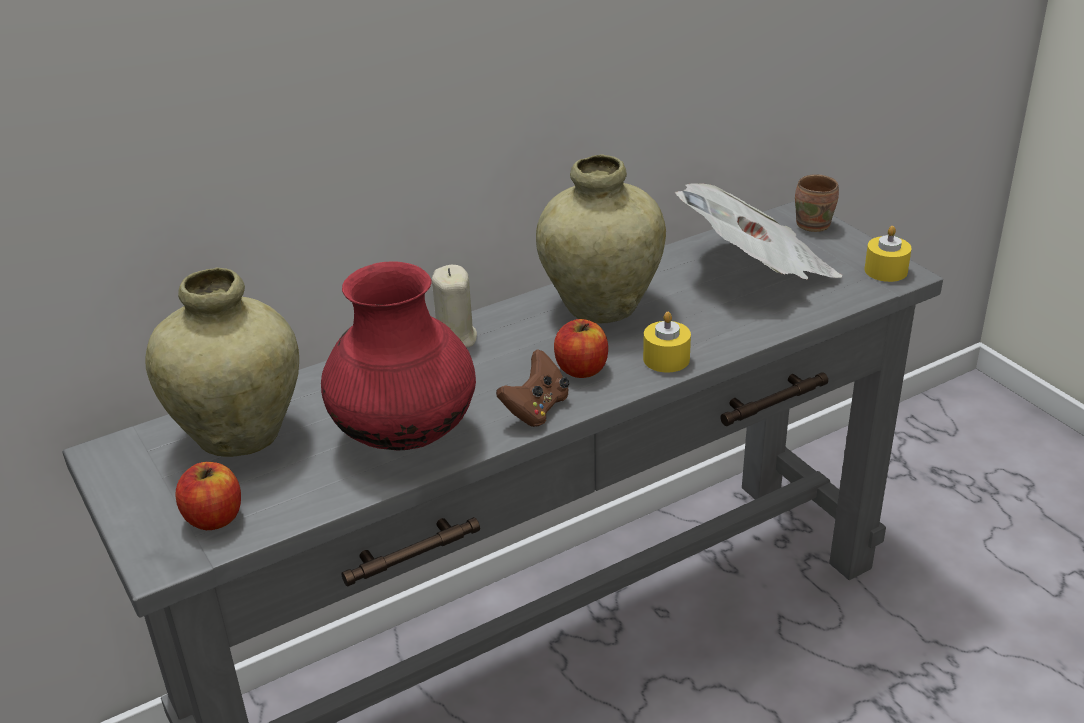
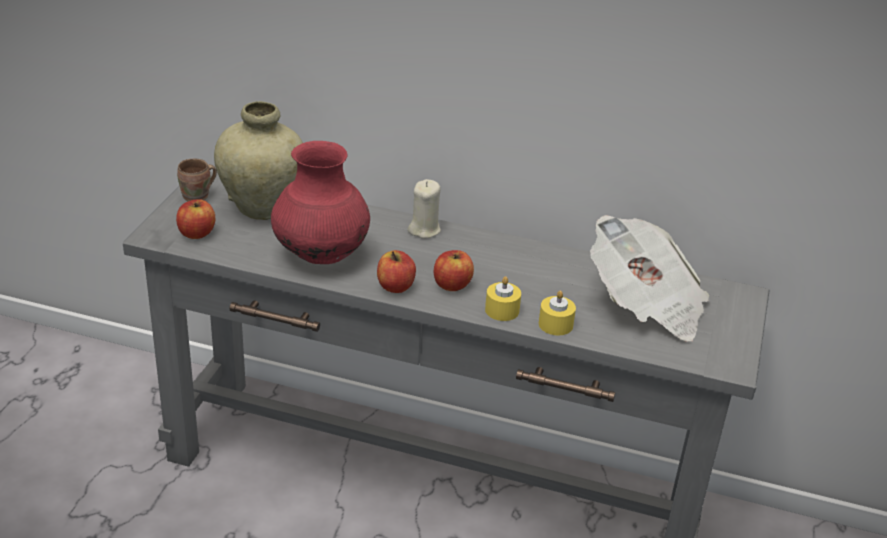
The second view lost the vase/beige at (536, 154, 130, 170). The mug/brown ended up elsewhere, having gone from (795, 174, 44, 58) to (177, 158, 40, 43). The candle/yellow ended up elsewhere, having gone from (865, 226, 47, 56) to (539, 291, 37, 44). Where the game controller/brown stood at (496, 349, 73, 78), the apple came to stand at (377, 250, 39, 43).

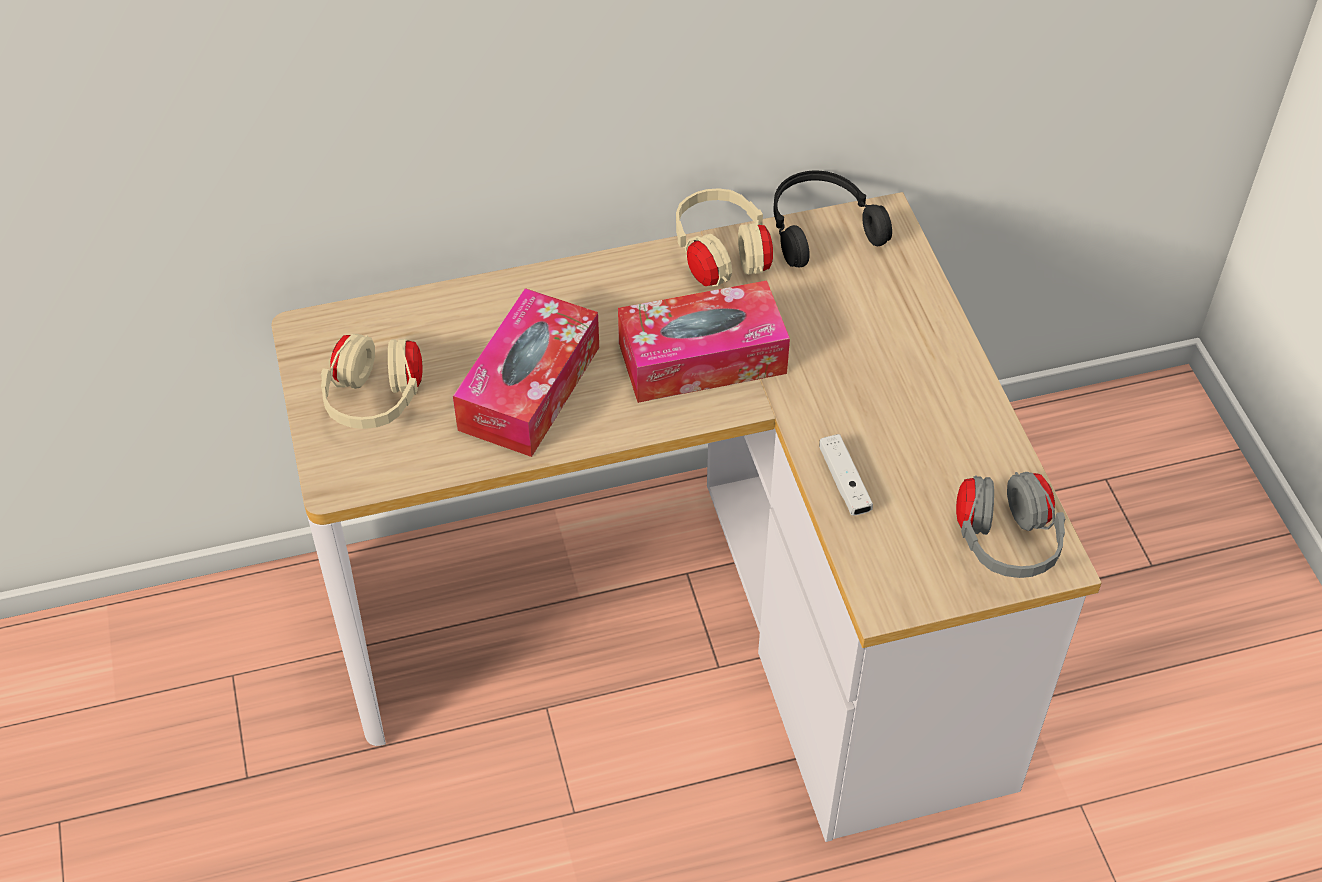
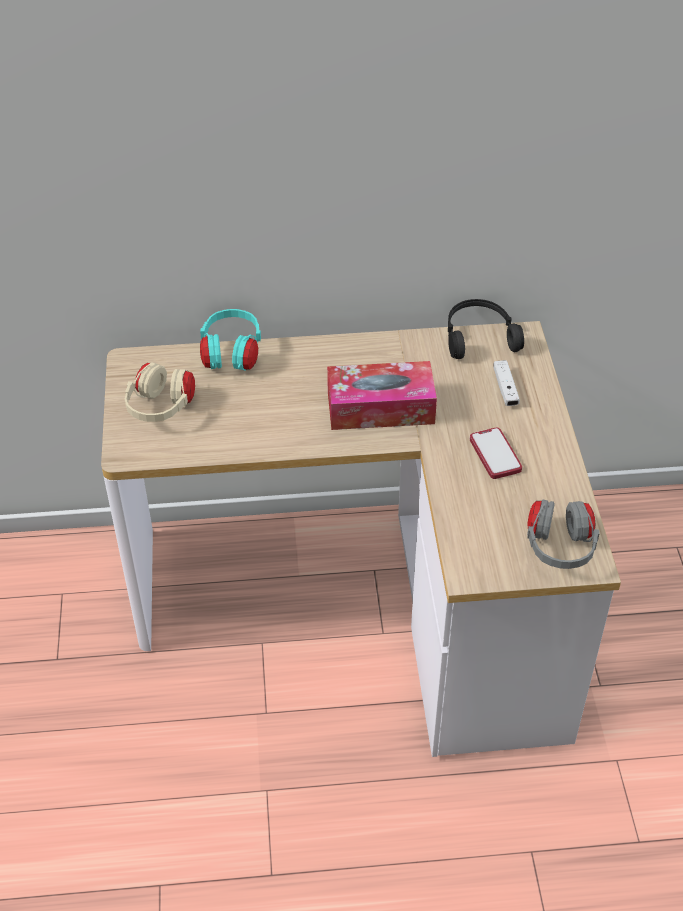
The second view lost the headphones/beige at (676, 188, 97, 98). The second view lost the tissue box at (453, 288, 146, 169). The game controller/white ended up elsewhere, having gone from (819, 434, 54, 81) to (493, 360, 27, 46). The second view gained the headphones/turquoise at (200, 309, 61, 62). The second view gained the phone at (470, 427, 52, 52).

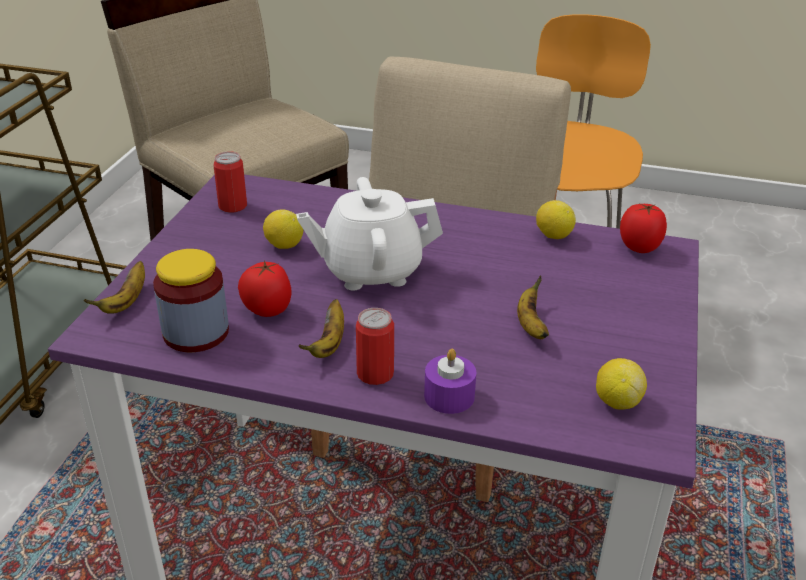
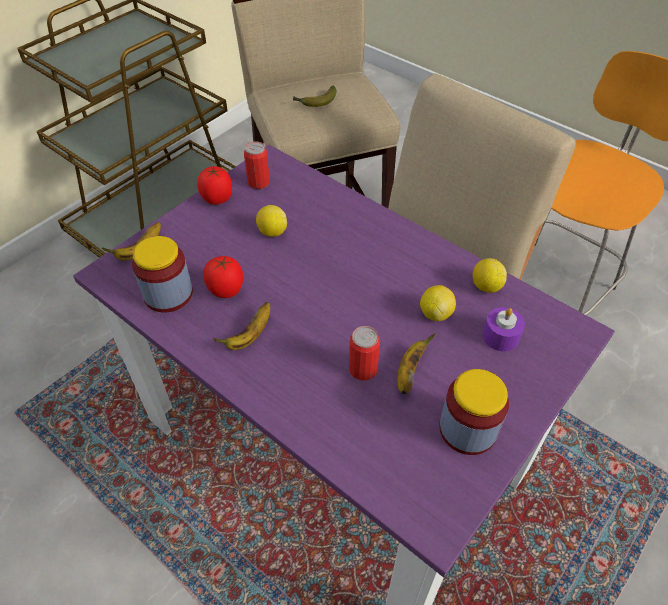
The second view lost the teapot/white at (296, 177, 147, 113). The tomato ended up elsewhere, having gone from (620, 204, 47, 49) to (197, 166, 35, 39). The can ended up elsewhere, having gone from (356, 308, 38, 77) to (349, 326, 31, 55). The candle/purple ended up elsewhere, having gone from (424, 349, 52, 65) to (482, 307, 43, 44). The lemon ended up elsewhere, having gone from (596, 358, 51, 52) to (420, 285, 36, 36). The second view gained the banana at (293, 85, 43, 22). The second view gained the jar at (439, 369, 70, 86).

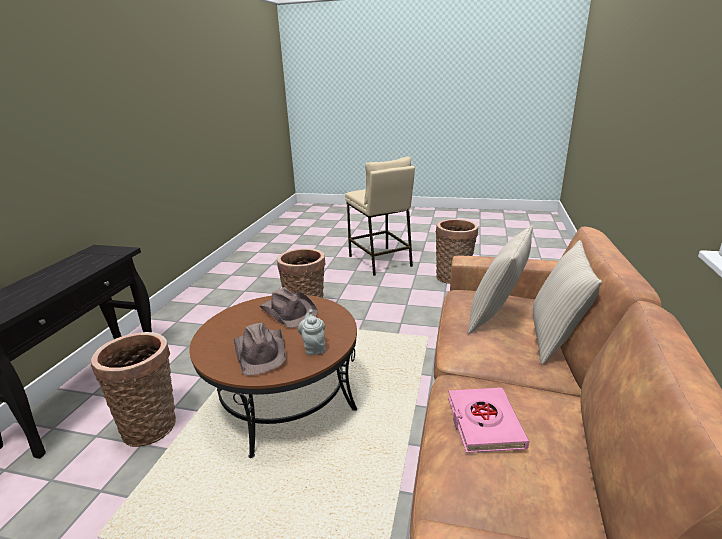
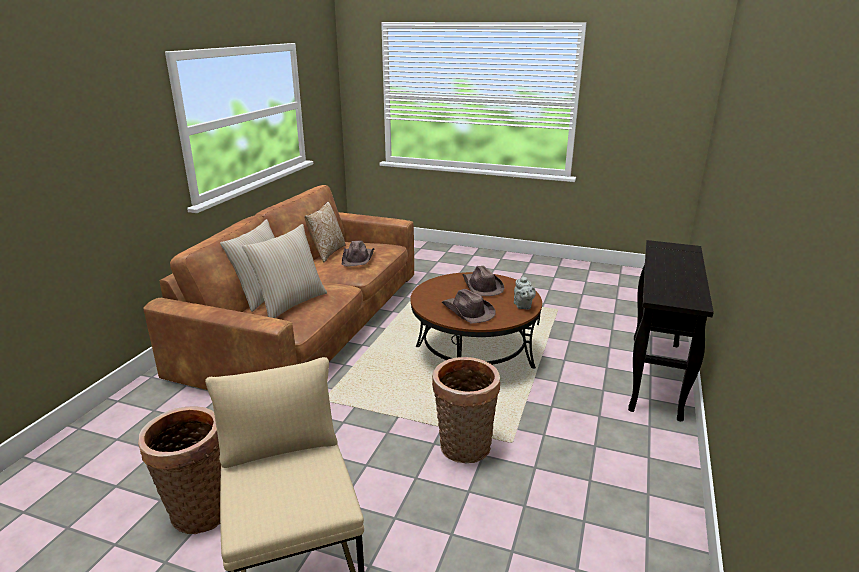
The teapot/grey ended up elsewhere, having gone from (298, 309, 28, 46) to (514, 275, 22, 34). The second view lost the basket at (91, 332, 85, 115). Where the book/pink stood at (448, 388, 81, 65), the hat/brown came to stand at (342, 241, 33, 25). The second view gained the pillow at (304, 202, 42, 60).

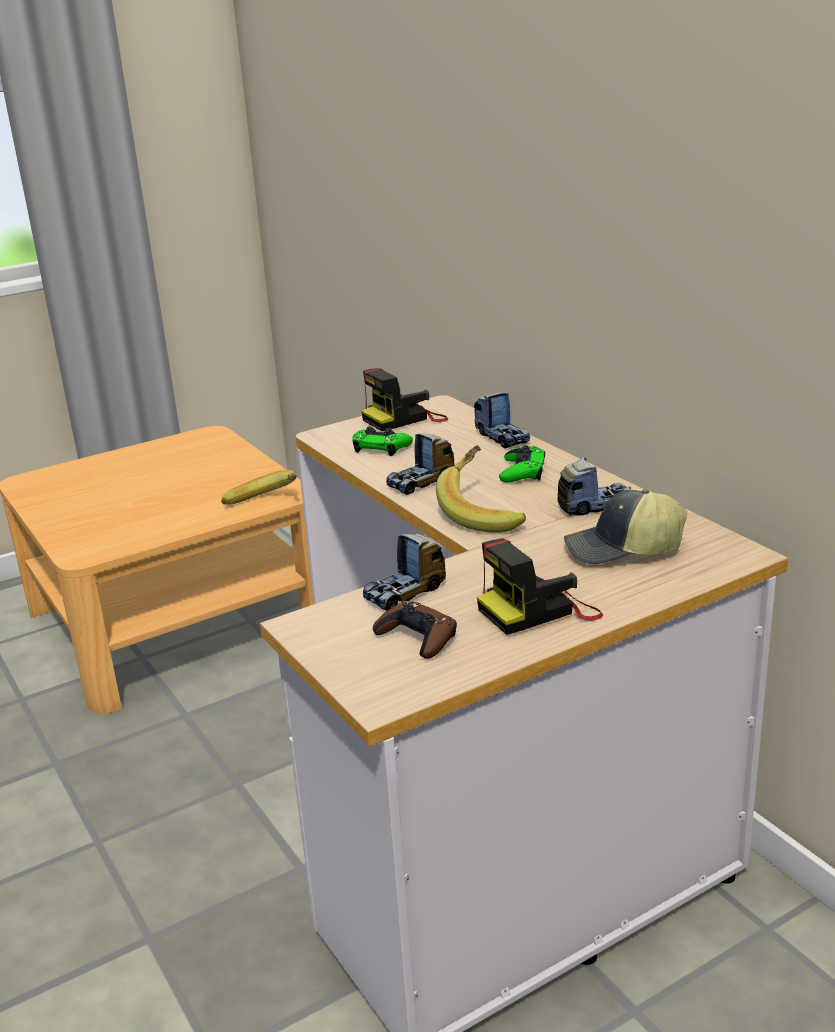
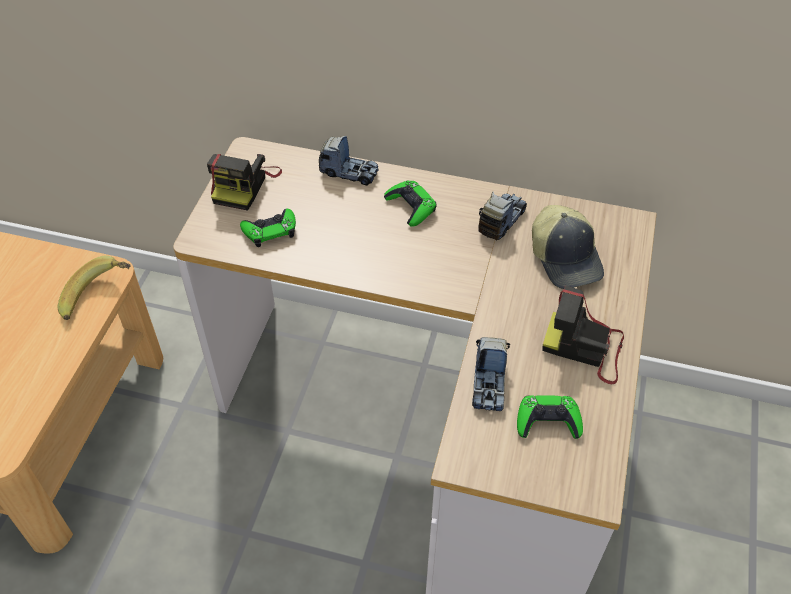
The second view lost the toy truck at (386, 434, 69, 61). The second view lost the banana at (436, 445, 90, 88). The cap at (564, 489, 123, 75) ended up facing another way, 60 degrees counterclockwise from before. The photo camera at (477, 538, 126, 97) ended up facing another way, 90 degrees clockwise from before. What was the game controller/brown at (373, 601, 84, 58) turned into the game controller/green at (517, 395, 66, 44).

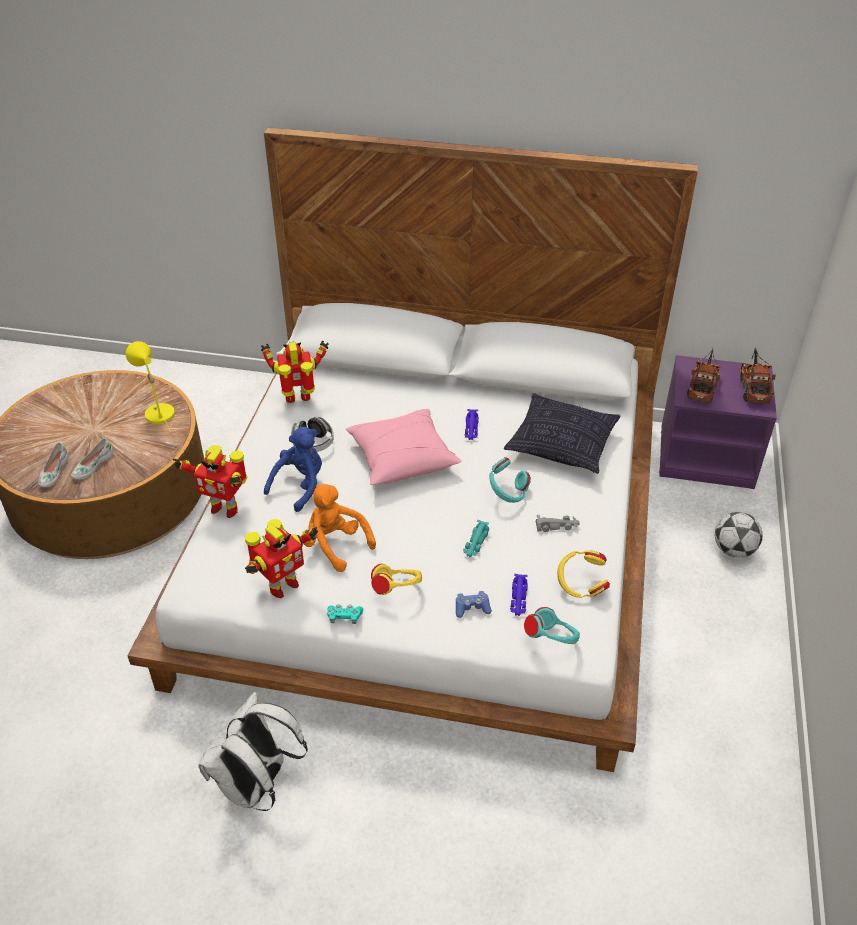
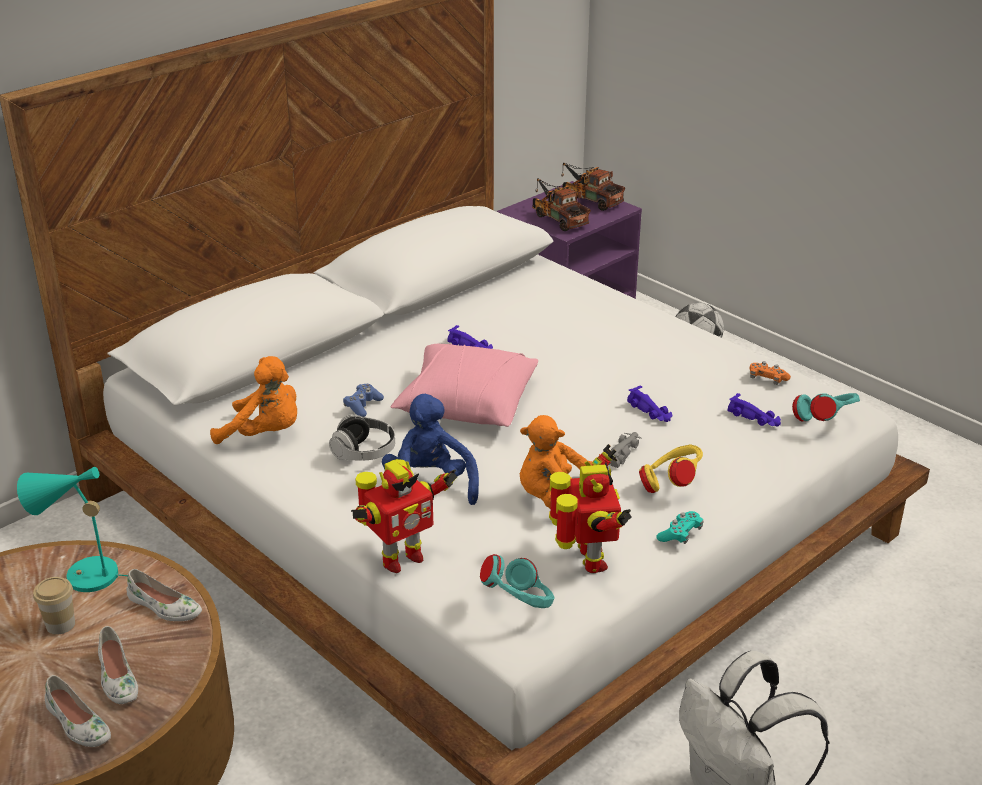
Where the toy robot stood at (261, 340, 68, 63), the plush toy/orange came to stand at (210, 356, 87, 88). What was the table lamp/yellow at (126, 341, 49, 91) turned into the table lamp/turquoise at (17, 467, 111, 125). The second view lost the pillow at (504, 393, 117, 81). The headphones/turquoise ended up elsewhere, having gone from (489, 457, 42, 46) to (480, 554, 74, 54). The toy car/grey ended up elsewhere, having gone from (536, 515, 44, 17) to (603, 432, 39, 36). What was the toy car/turquoise at (463, 520, 26, 37) turned into the toy car/purple at (627, 386, 46, 36). Where the headphones/yellow stood at (557, 551, 53, 47), the game controller/orange came to stand at (749, 361, 42, 24). The game controller/blue ended up elsewhere, having gone from (456, 591, 36, 27) to (343, 384, 41, 33). The second view gained the shoe/white at (127, 569, 75, 52). The second view gained the cup at (33, 577, 42, 58).

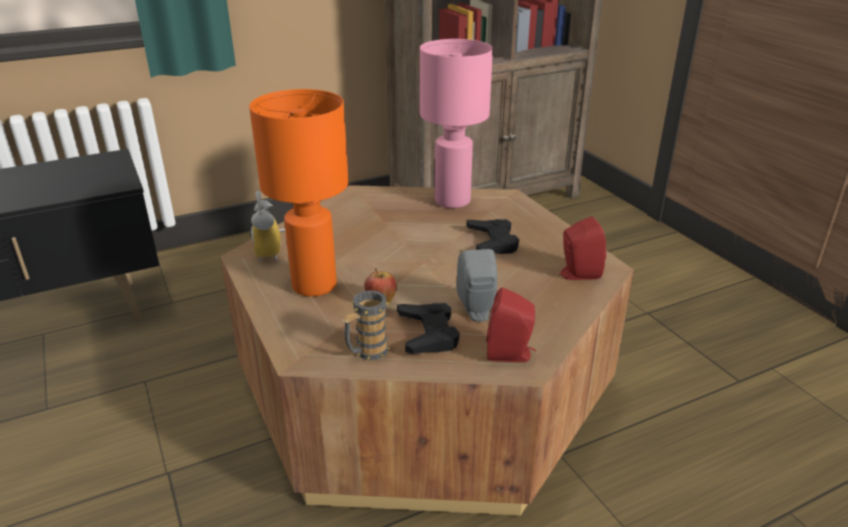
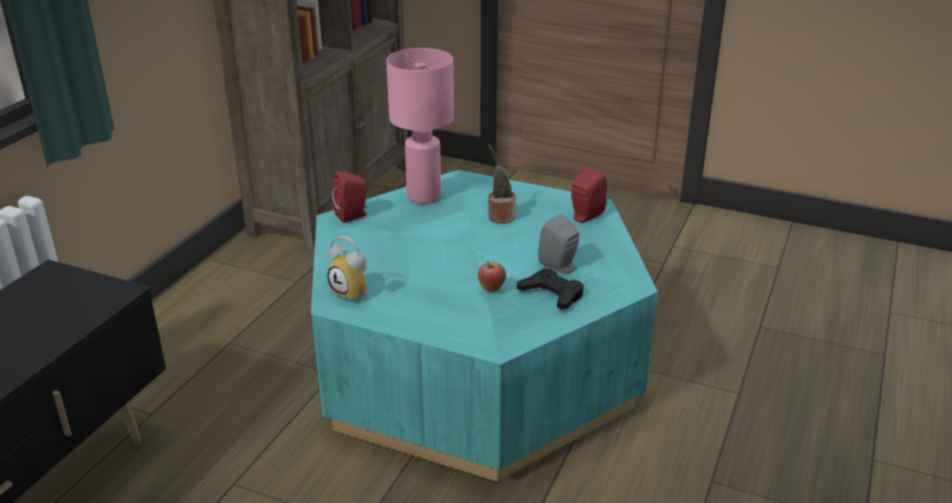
The second view lost the table lamp/orange at (249, 89, 100, 208). What was the coffee table/brown at (221, 185, 413, 331) turned into the coffee table/turquoise at (311, 170, 347, 312). Where the game controller/black stood at (466, 219, 53, 35), the potted plant came to stand at (488, 144, 28, 80). The speaker/red ended up elsewhere, having gone from (486, 287, 50, 75) to (331, 171, 36, 52). The second view lost the mug at (341, 290, 50, 70).

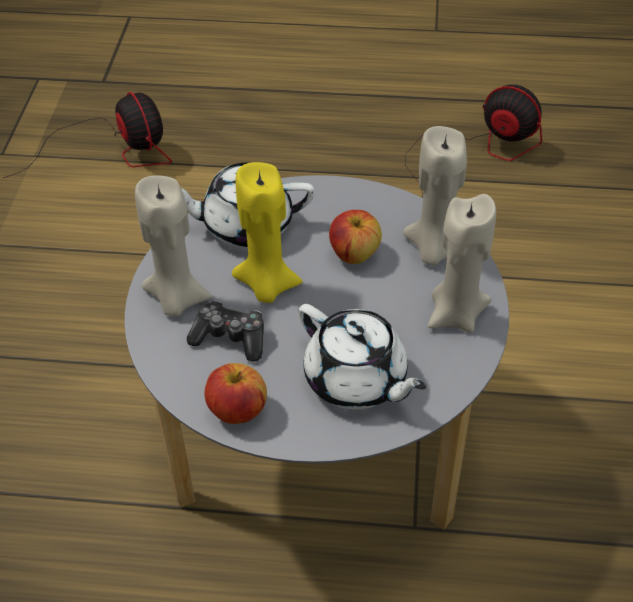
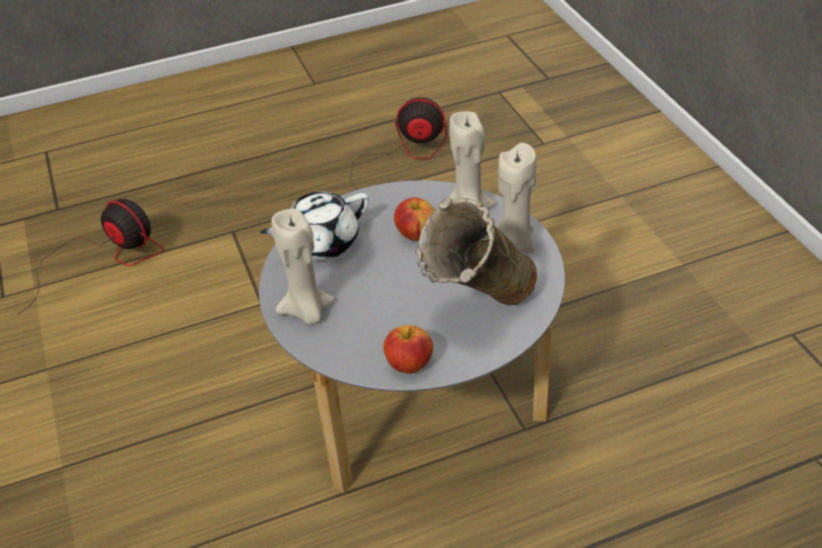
The second view lost the candle/yellow at (232, 162, 71, 141). The second view lost the game controller at (187, 301, 77, 61). Where the teapot/white stood at (298, 304, 128, 105), the vase/beige came to stand at (415, 197, 122, 108).

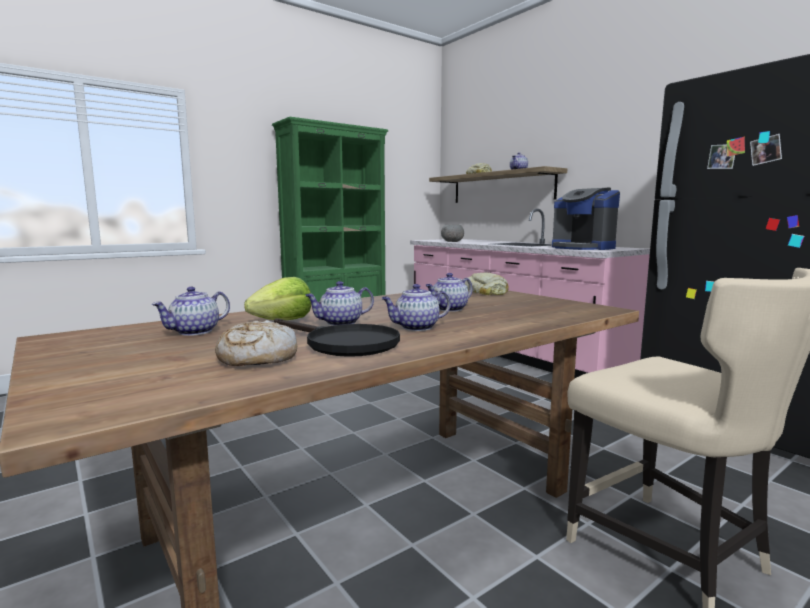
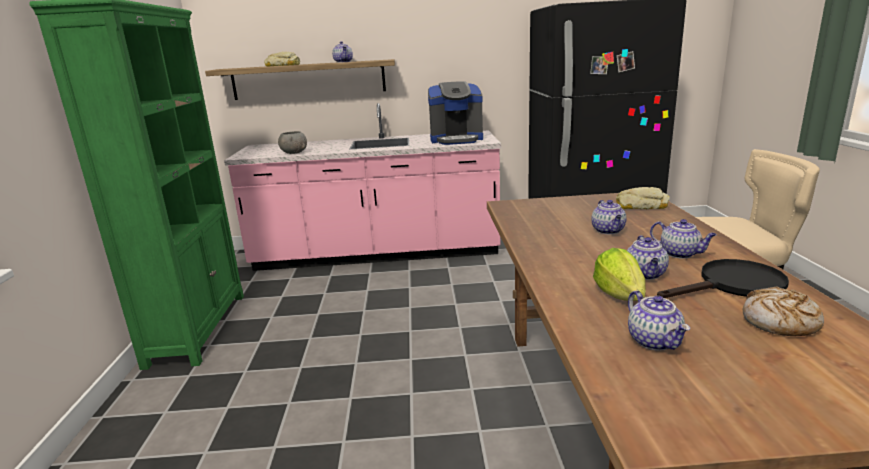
The bread ended up elsewhere, having gone from (465, 273, 44, 22) to (616, 187, 54, 22). The teapot at (381, 284, 70, 47) ended up facing another way, 60 degrees counterclockwise from before.

